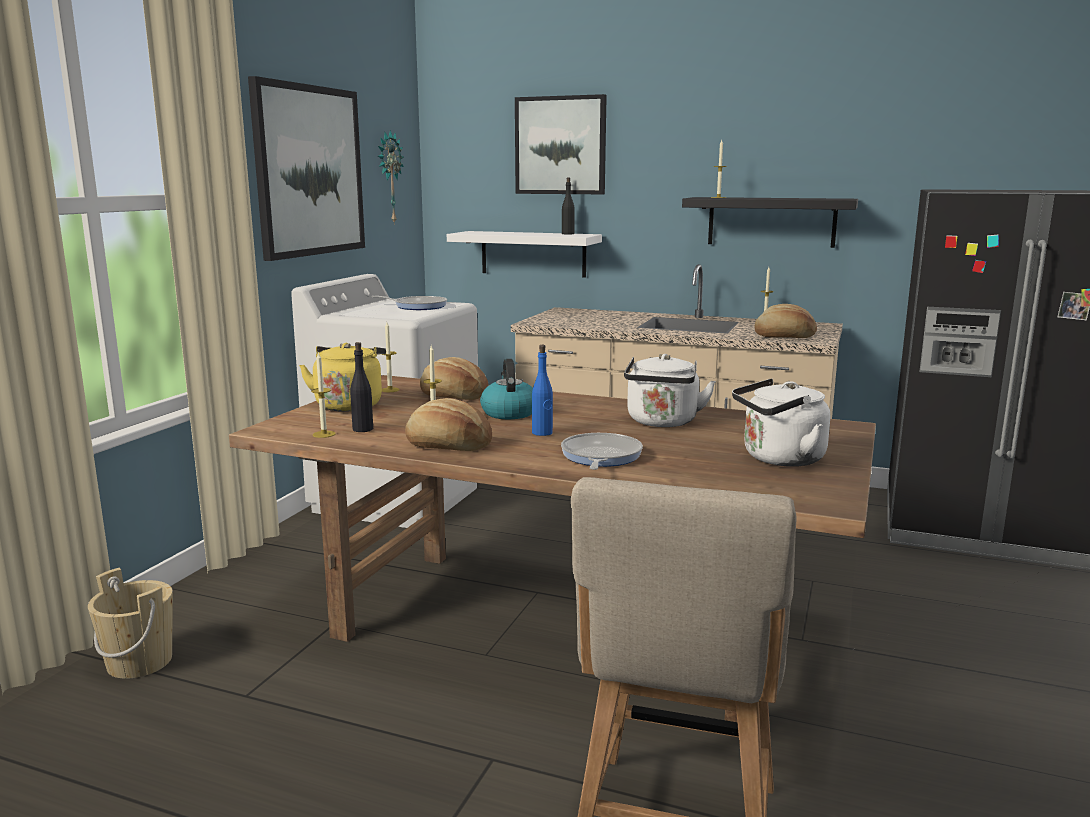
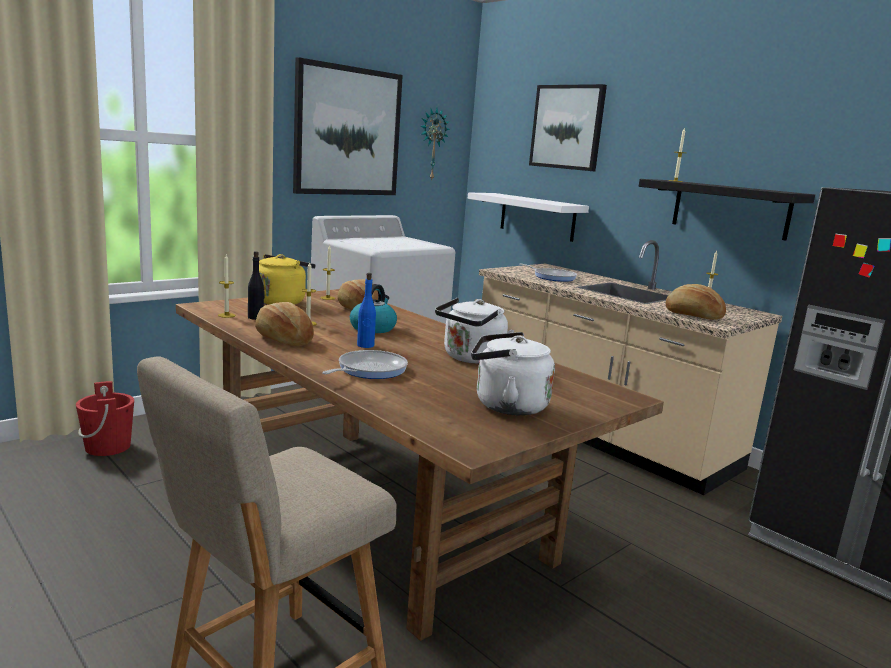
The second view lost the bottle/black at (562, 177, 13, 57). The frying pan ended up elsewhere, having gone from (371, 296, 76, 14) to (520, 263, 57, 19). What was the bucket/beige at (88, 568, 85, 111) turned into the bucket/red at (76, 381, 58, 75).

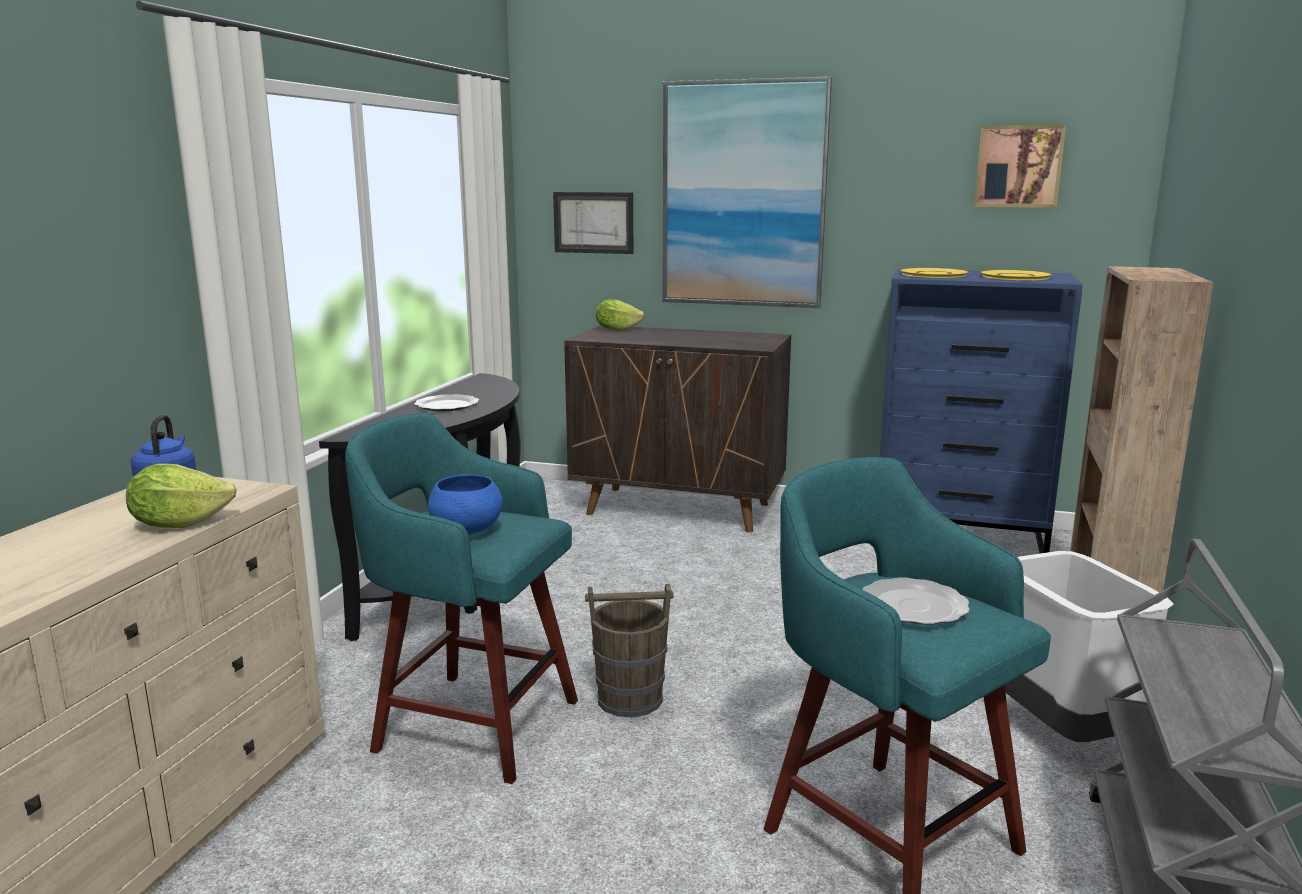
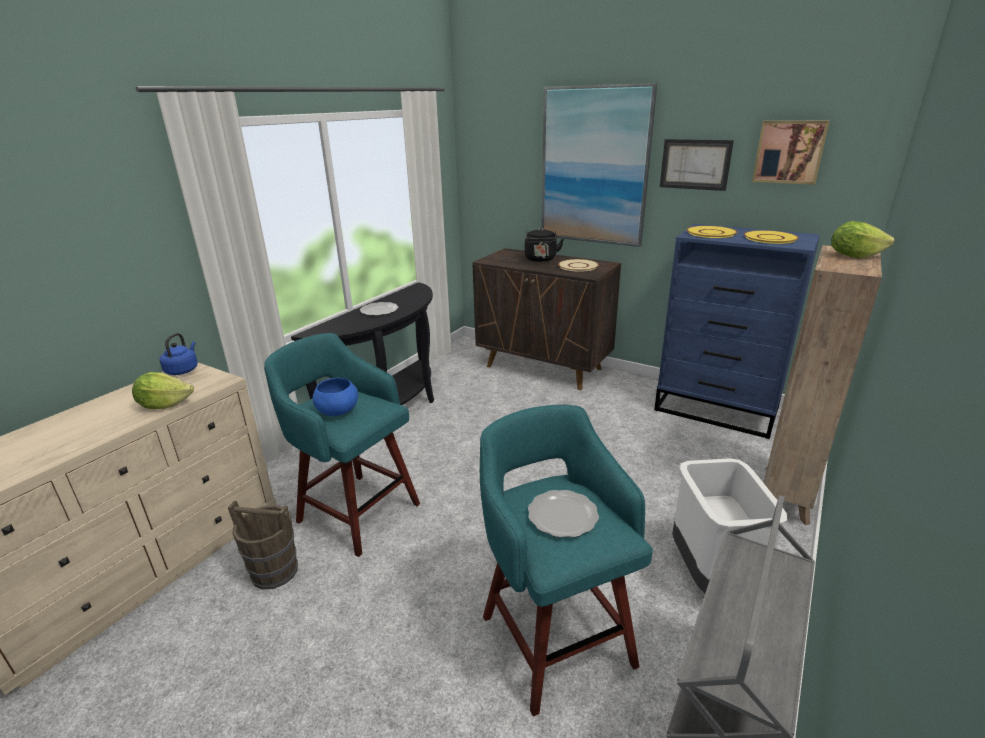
The picture ended up elsewhere, having gone from (553, 192, 80, 62) to (660, 139, 74, 52). The lettuce ended up elsewhere, having gone from (596, 299, 49, 32) to (831, 221, 63, 38). The bucket/brown ended up elsewhere, having gone from (585, 584, 89, 133) to (228, 500, 70, 90). The second view gained the kettle/black at (525, 228, 39, 34). The second view gained the plate/beige at (558, 259, 41, 13).

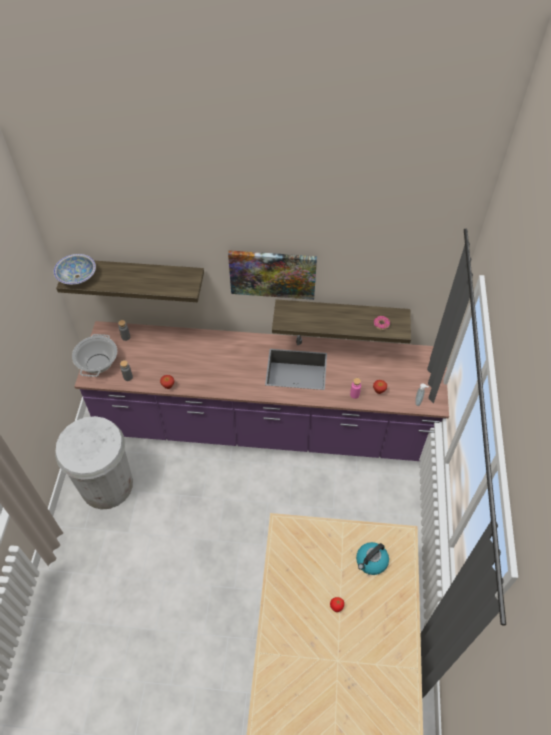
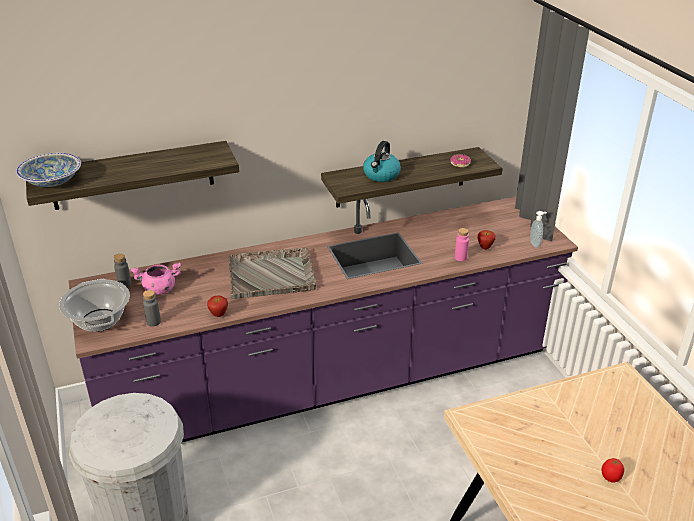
The second view lost the picture at (228, 250, 89, 50). The kettle ended up elsewhere, having gone from (356, 542, 33, 33) to (363, 141, 38, 41). The second view gained the tray/grey at (228, 247, 88, 52). The second view gained the cooking pot/pink at (131, 263, 50, 32).

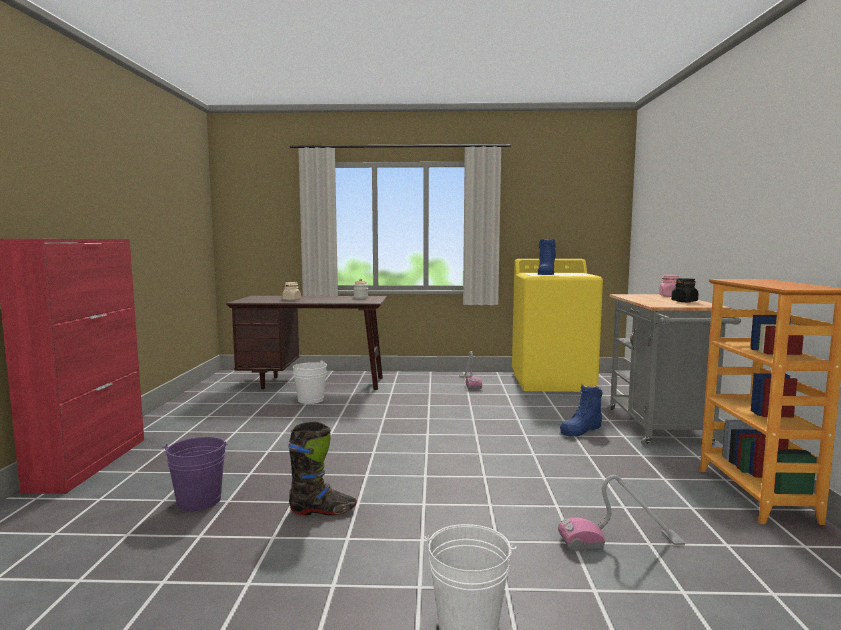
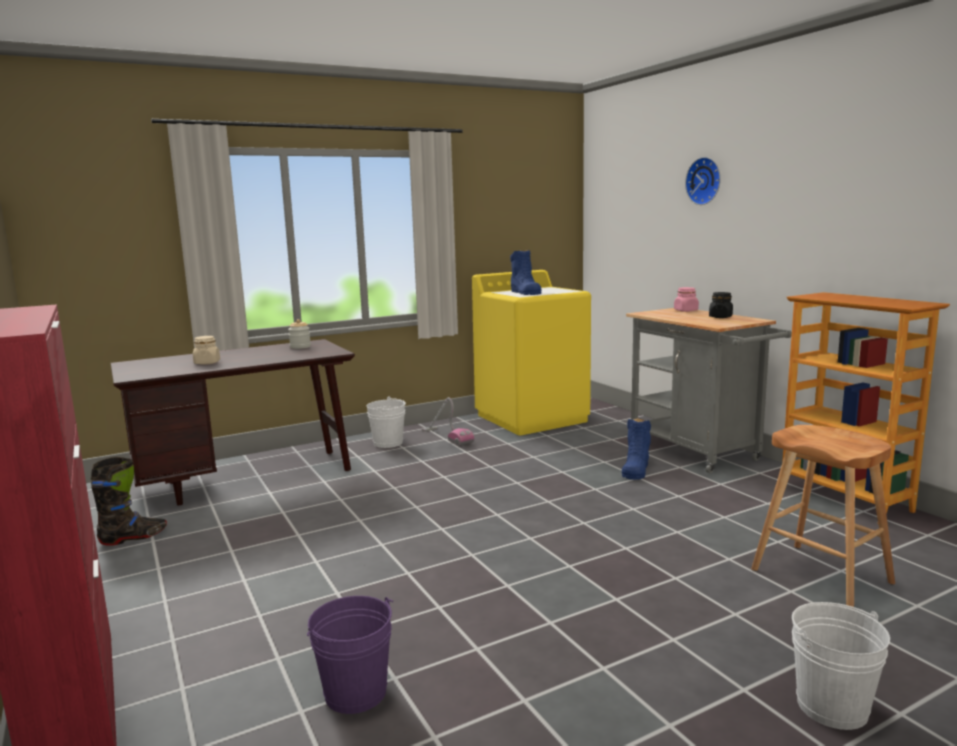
The bucket/white ended up elsewhere, having gone from (293, 360, 34, 44) to (366, 397, 40, 51). The boot/black ended up elsewhere, having gone from (288, 422, 69, 94) to (91, 457, 76, 89). Where the vacuum cleaner stood at (558, 475, 127, 76), the stool/brown came to stand at (751, 425, 144, 184). The second view gained the wall clock at (685, 157, 36, 48).

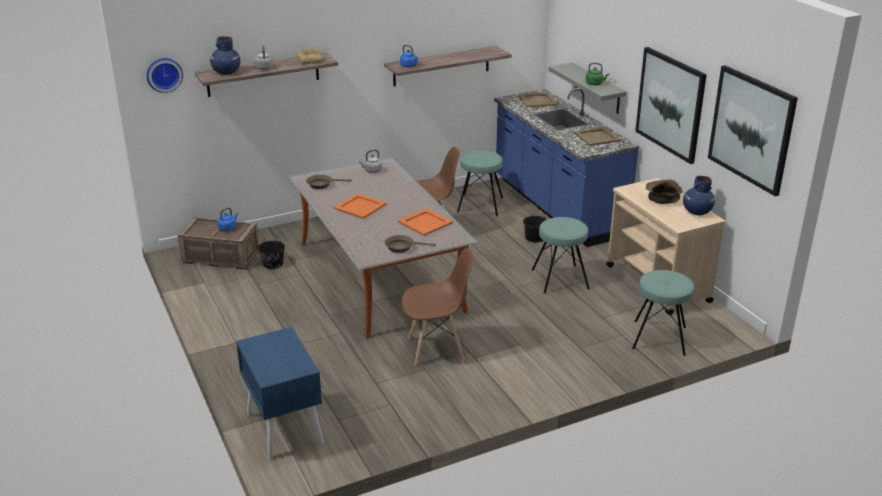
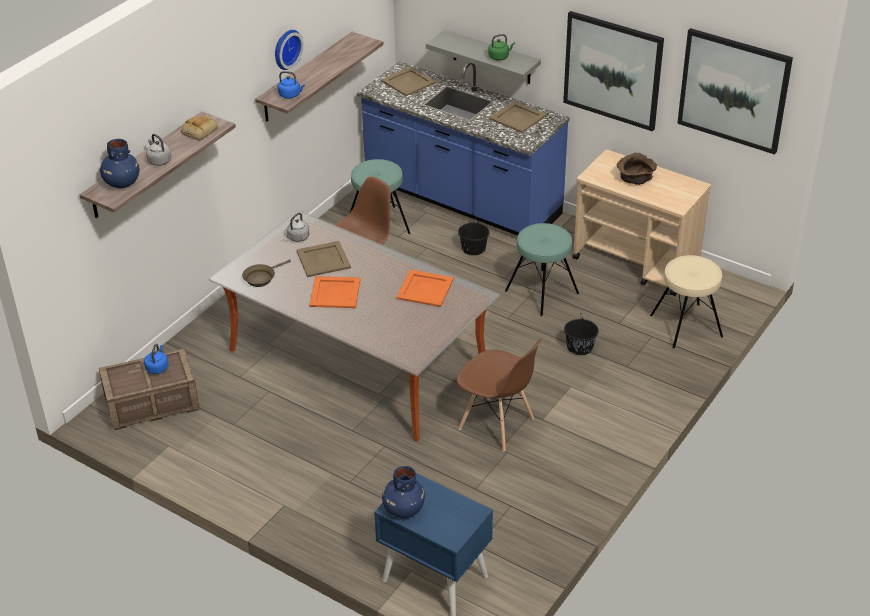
The wall clock ended up elsewhere, having gone from (146, 58, 37, 35) to (275, 30, 28, 40). The vase/blue ended up elsewhere, having gone from (683, 176, 32, 39) to (382, 466, 43, 52). The bucket/black ended up elsewhere, having gone from (258, 233, 27, 36) to (564, 313, 35, 42). The second view lost the frying pan/brown at (385, 235, 51, 18). The chair/brown at (402, 248, 72, 118) ended up facing another way, 75 degrees clockwise from before. What was the stool/turquoise at (632, 270, 62, 86) turned into the stool/beige at (650, 255, 73, 94). The second view gained the tray/beige at (296, 241, 55, 36).

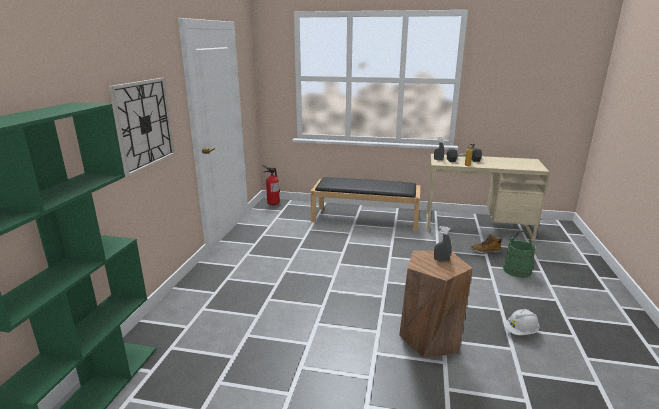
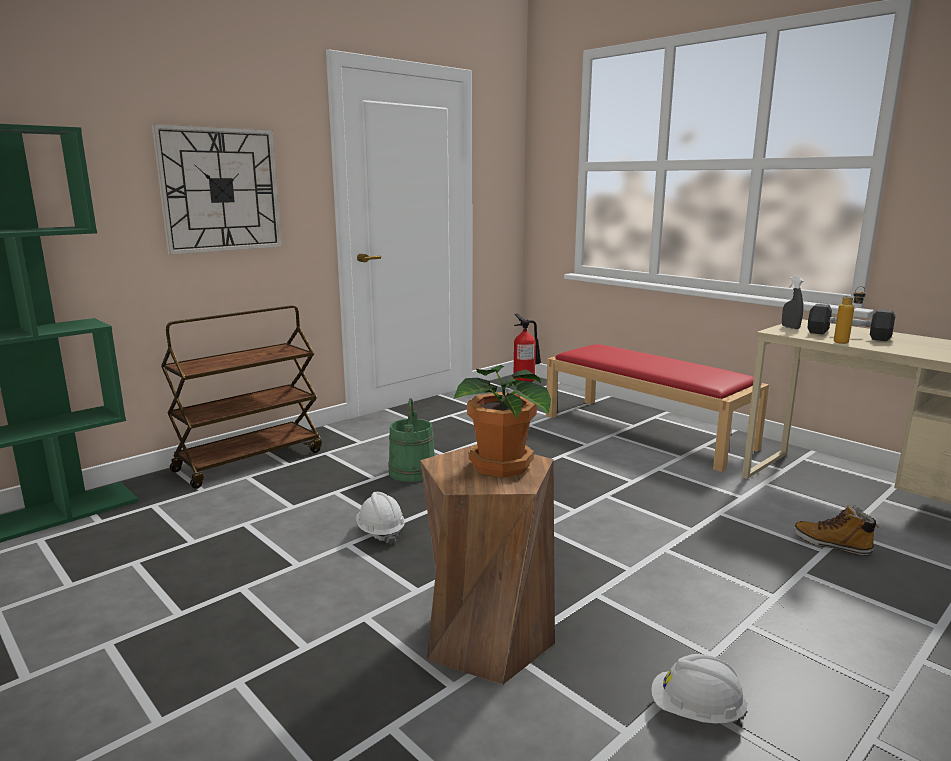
What was the bench/black at (311, 177, 109, 54) turned into the bench/red at (546, 344, 223, 128). Where the spray bottle/grey stood at (434, 226, 17, 35), the potted plant came to stand at (454, 365, 97, 113). The bucket/green ended up elsewhere, having gone from (503, 231, 32, 47) to (388, 398, 47, 84). The second view gained the cart/brown at (161, 305, 161, 184). The second view gained the hard hat/white at (356, 492, 49, 52).

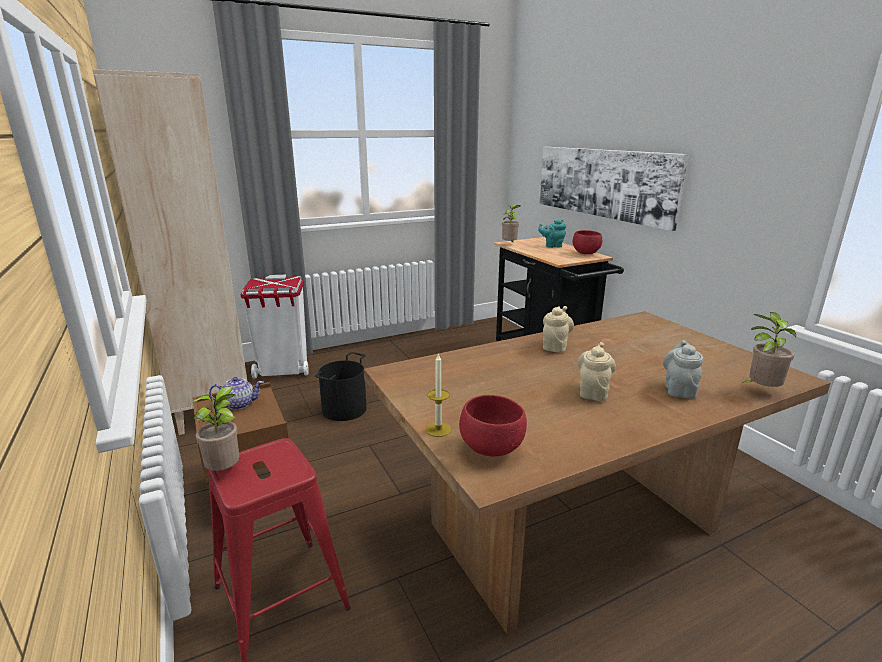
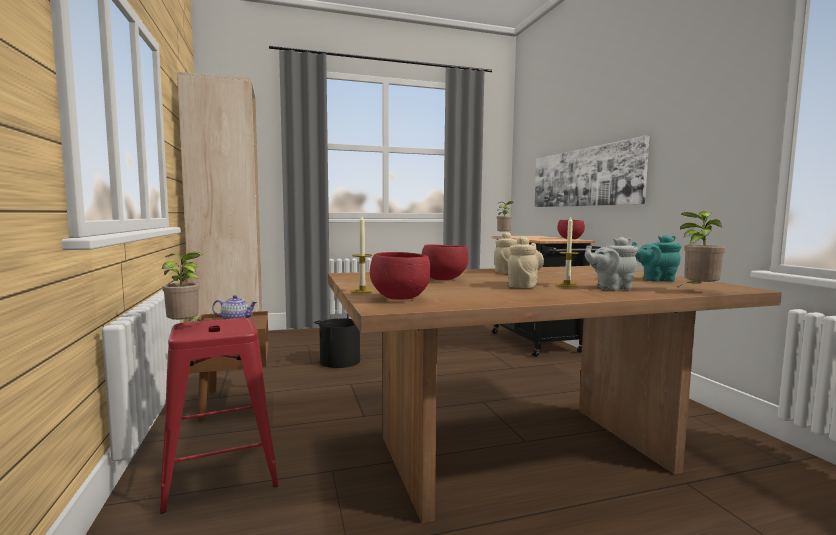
The teapot/turquoise ended up elsewhere, having gone from (538, 219, 28, 29) to (632, 235, 50, 47). The second view lost the trash can/white at (240, 275, 69, 103). The teapot/grey at (663, 340, 40, 59) ended up facing another way, 120 degrees counterclockwise from before. The second view gained the candle at (556, 217, 23, 70). The second view gained the bowl/red at (422, 244, 46, 36).

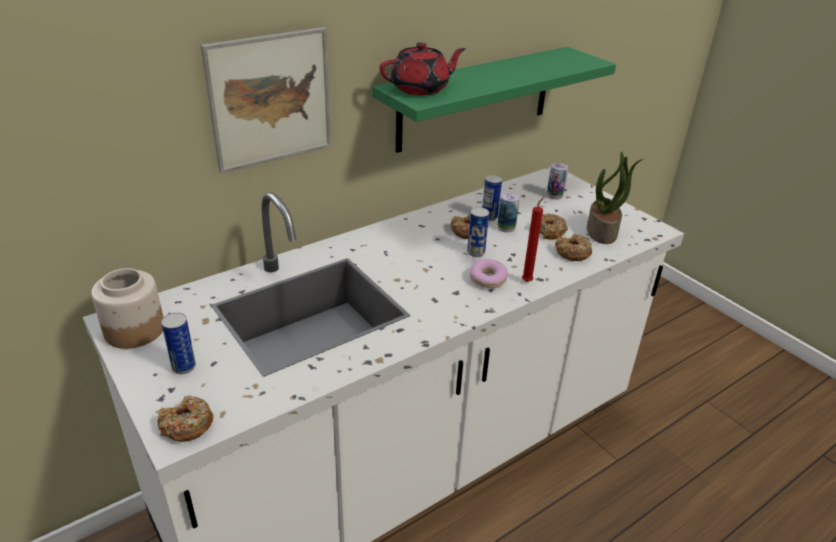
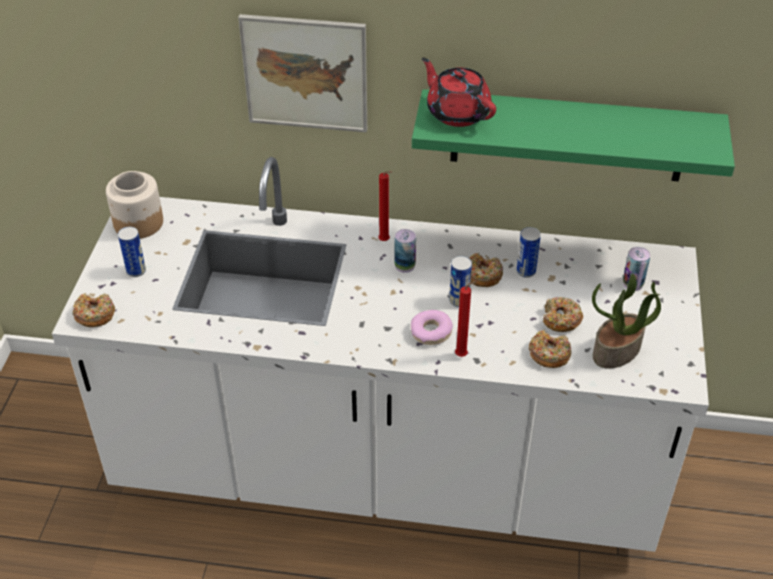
The teapot/red at (379, 42, 87, 53) ended up facing another way, 150 degrees counterclockwise from before. The can ended up elsewhere, having gone from (497, 193, 22, 40) to (394, 229, 22, 44). The second view gained the candle/red at (378, 171, 14, 70).

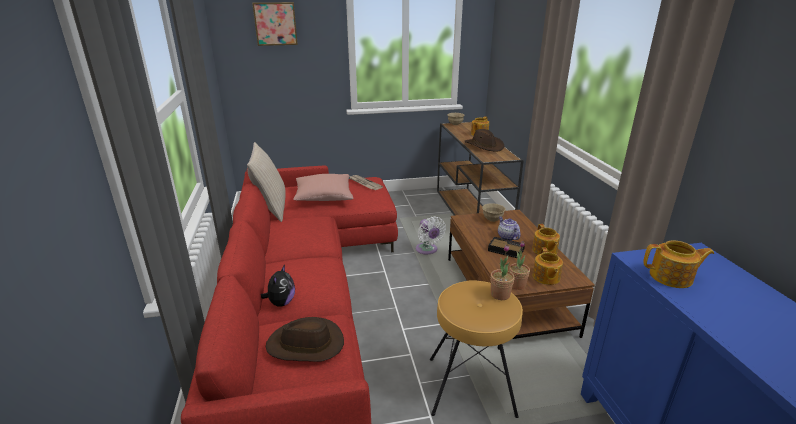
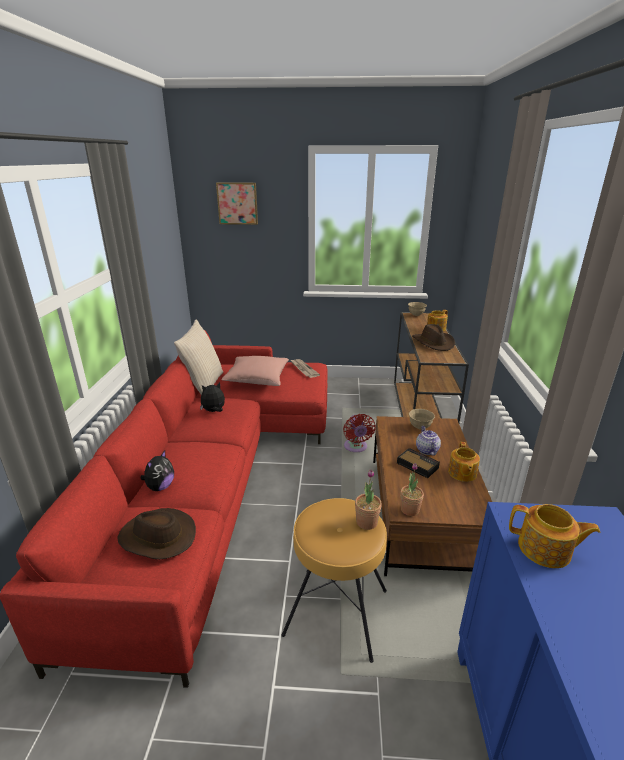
What was the fan/white at (416, 217, 30, 38) turned into the fan/red at (343, 414, 32, 38). The second view lost the teapot at (533, 247, 30, 38). The second view gained the plush toy at (200, 382, 25, 30).

